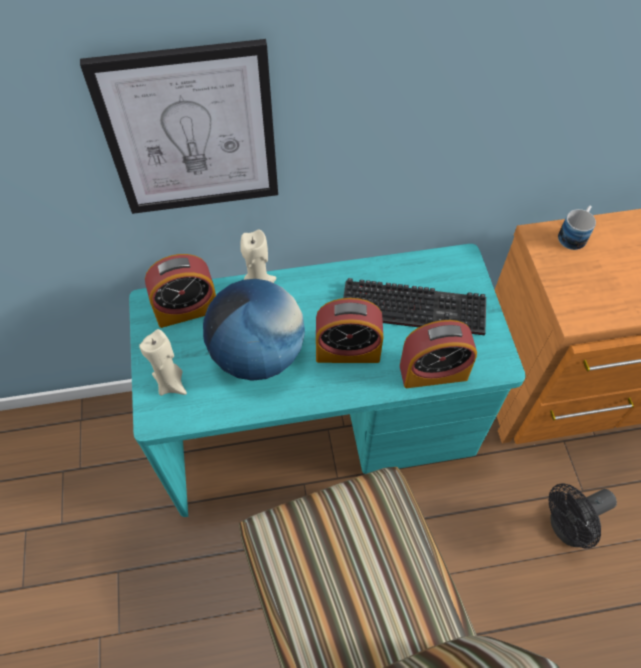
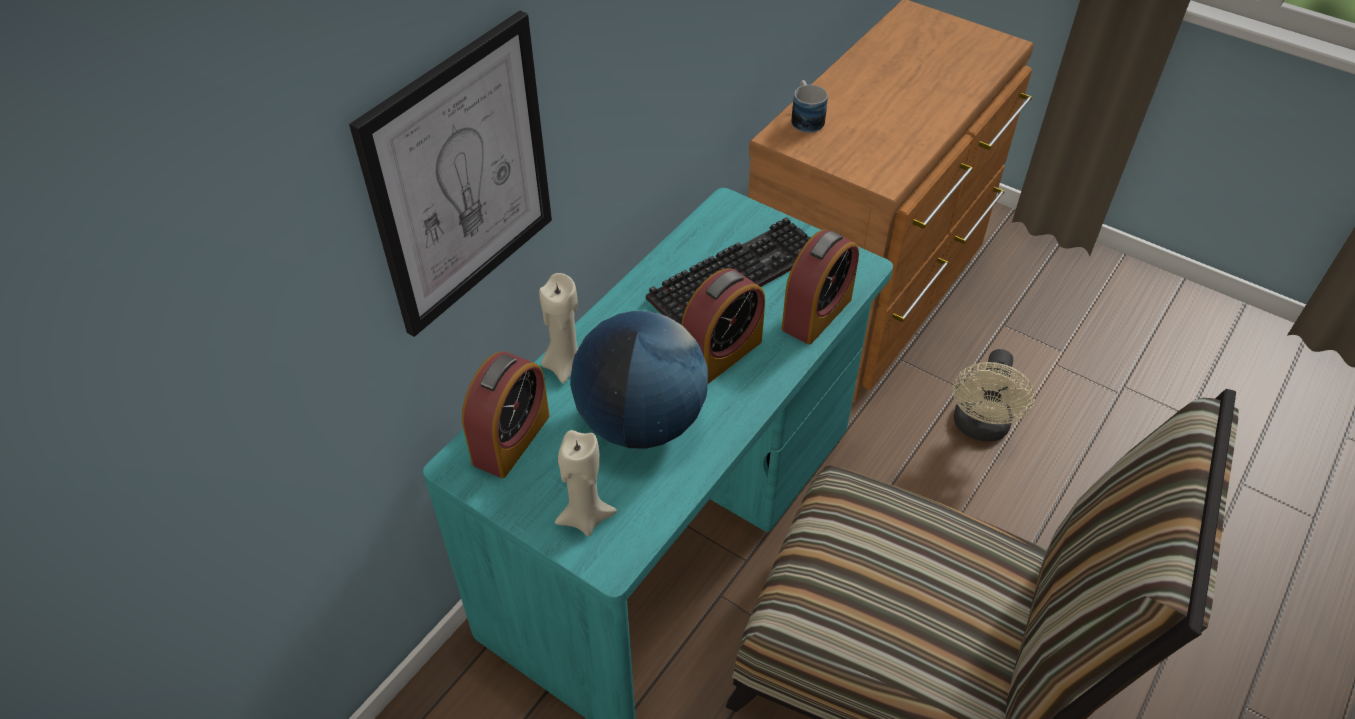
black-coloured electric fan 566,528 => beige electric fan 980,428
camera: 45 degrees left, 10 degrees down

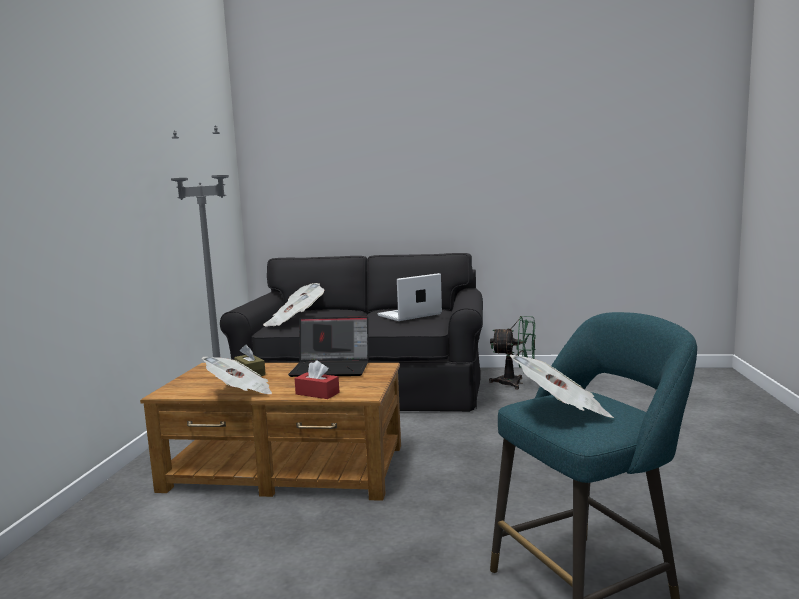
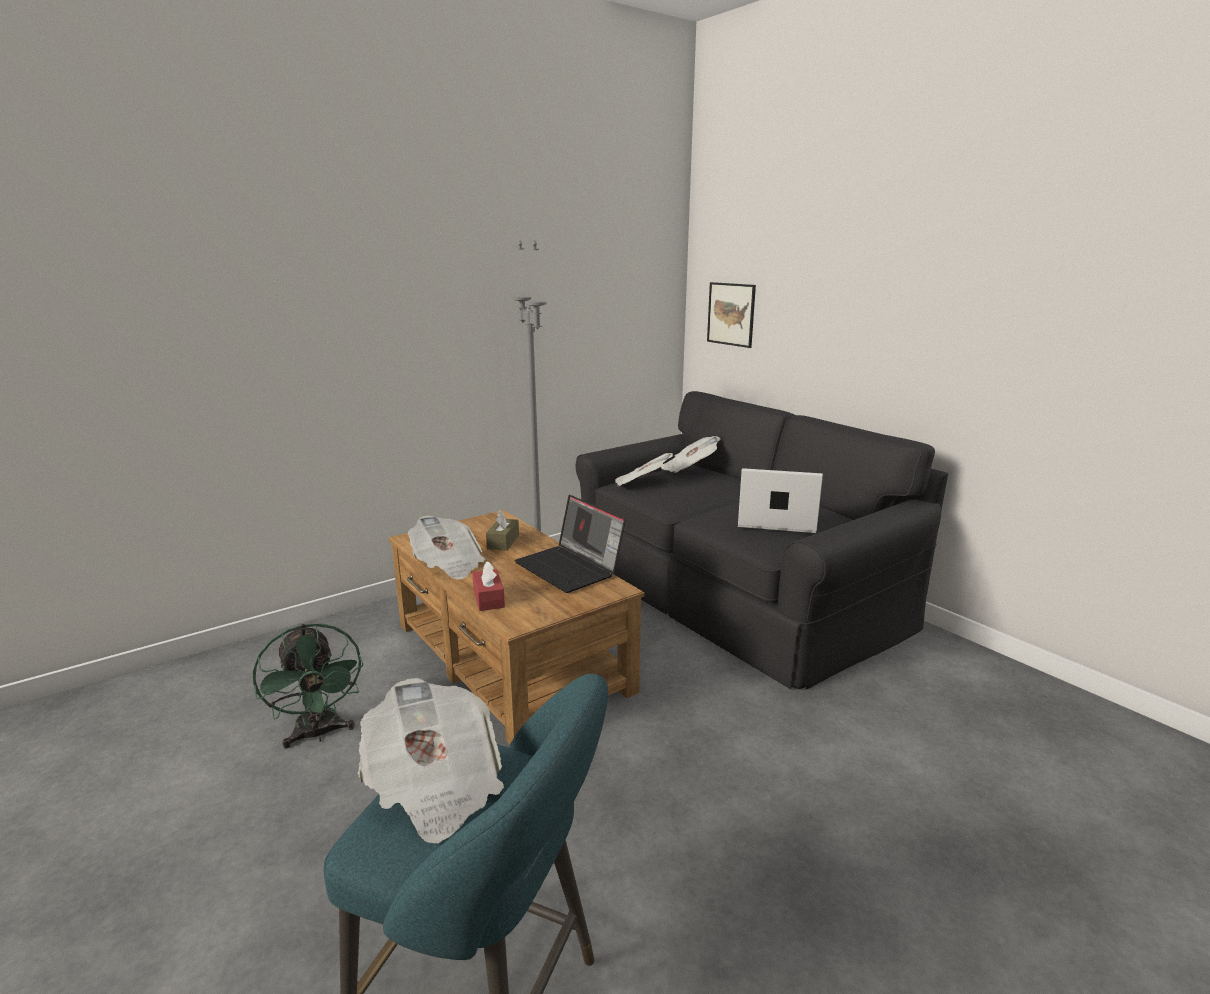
green-coloured electric fan 516,383 => green-coloured electric fan 319,734, shifted
nothing => wall picture 731,314
camera: 45 degrees right, 10 degrees up

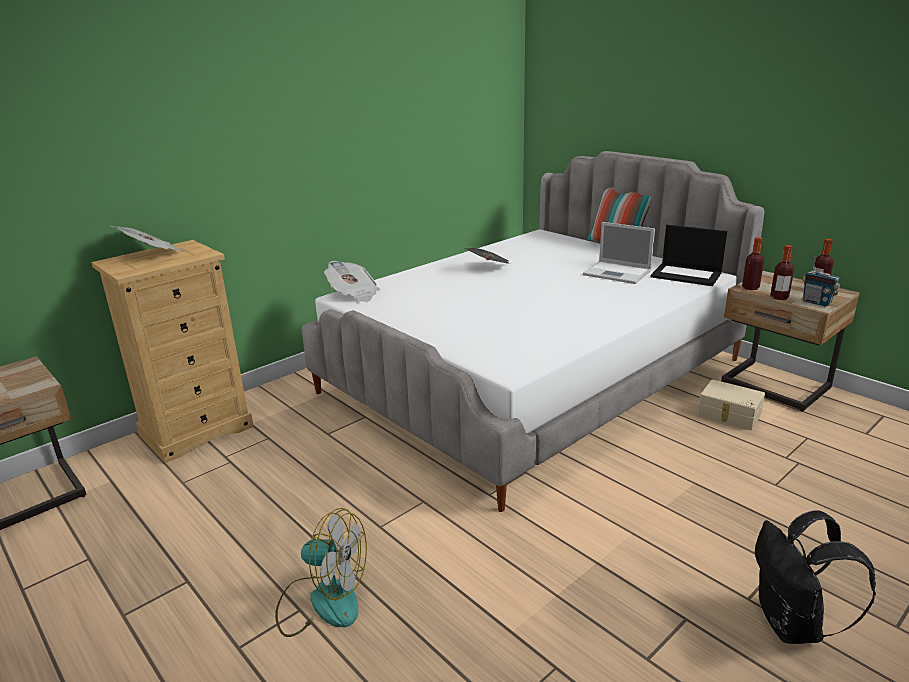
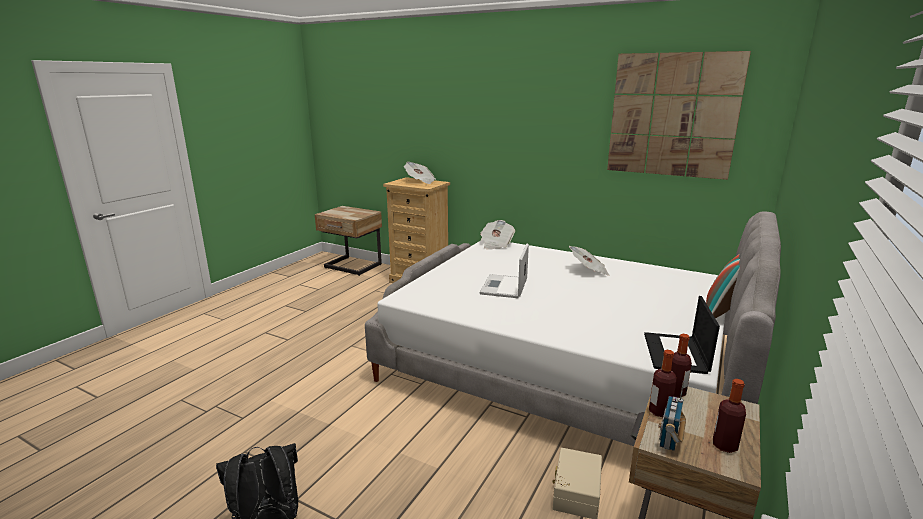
electric fan 322,601 => nothing
portable computer 618,273 => portable computer 504,287, shifted
nothing => wall picture 672,115
camera: 70 degrees right, 5 degrees down

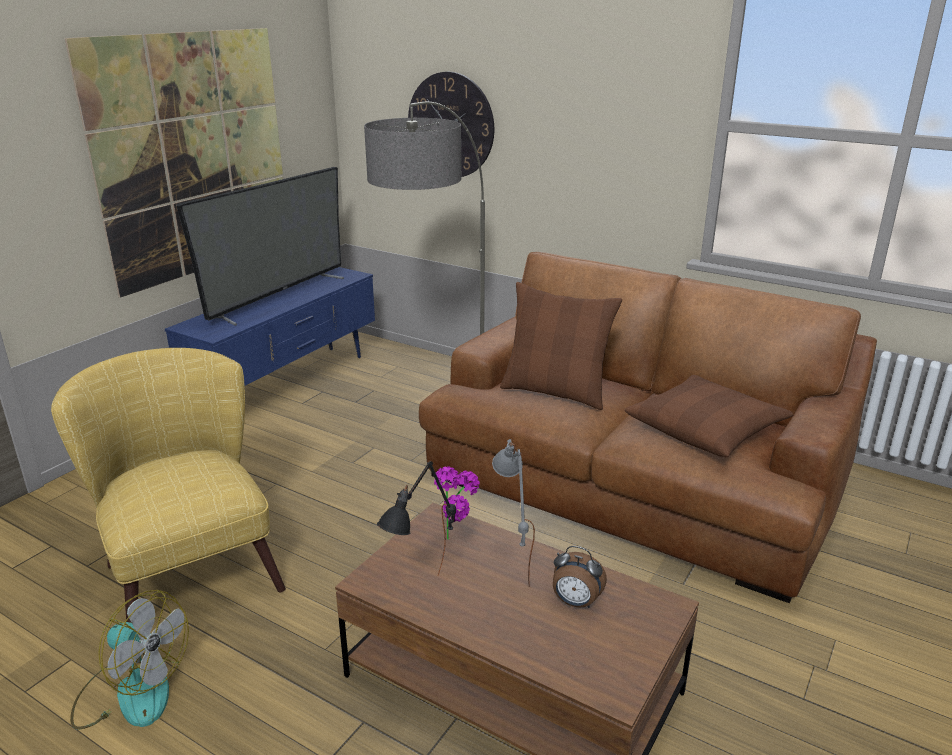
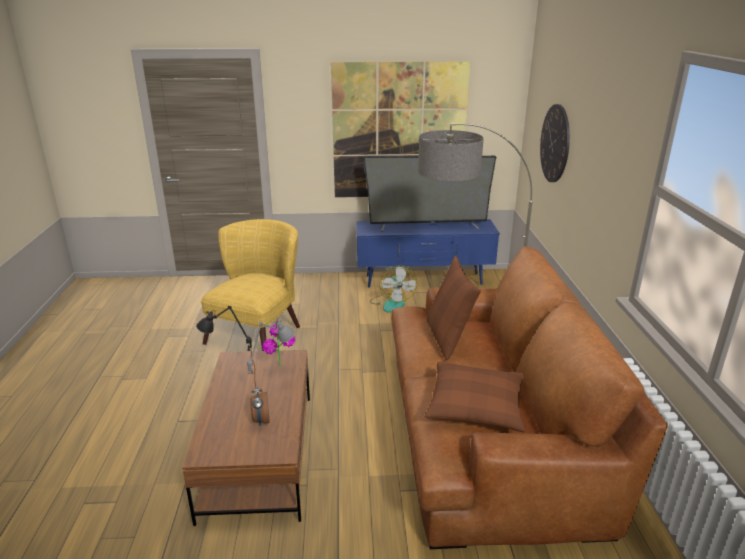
electric fan 132,691 => electric fan 392,303, shifted
camera: 55 degrees right, 0 degrees up

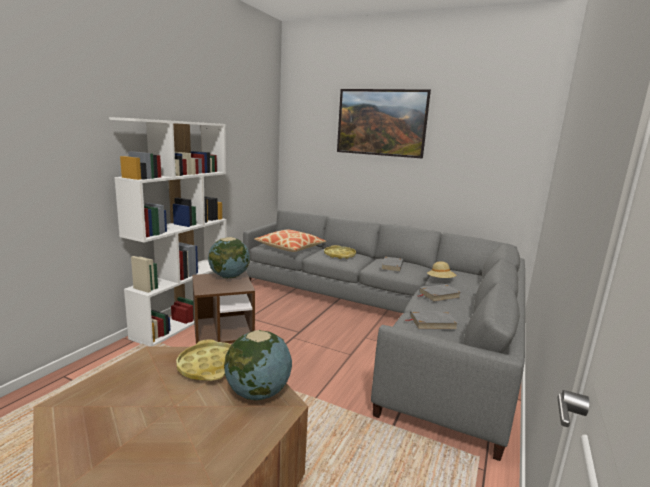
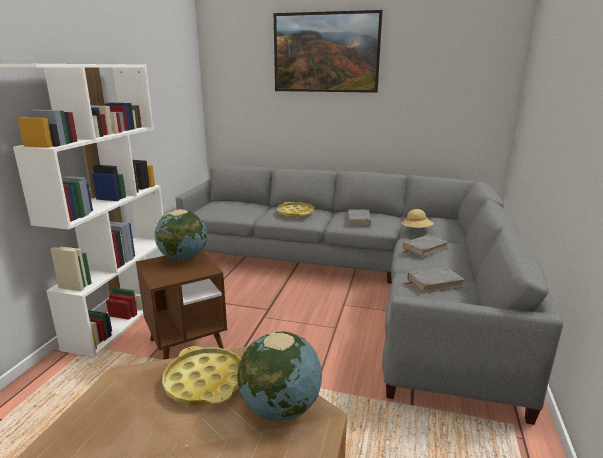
pillow 290,247 => nothing
camera: 10 degrees left, 5 degrees up

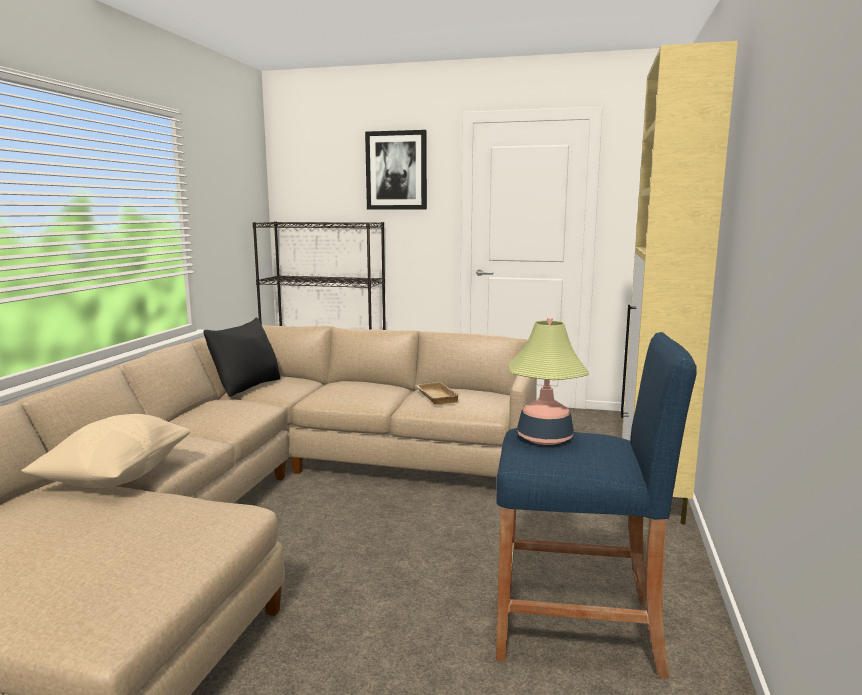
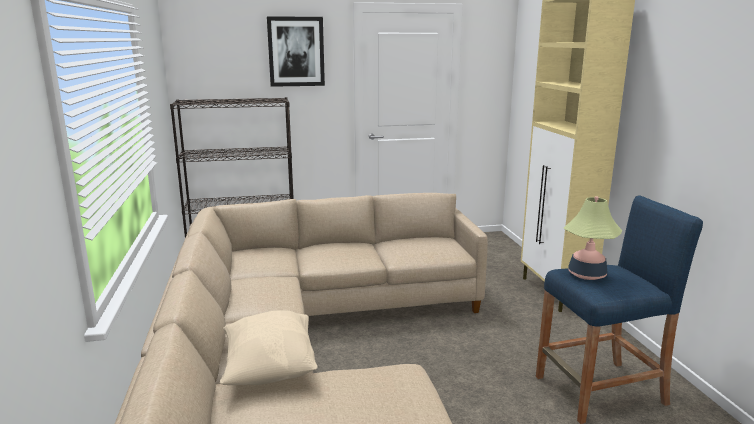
black-coloured pillow 247,386 => nothing
beige carrying tray 435,396 => nothing
camera: 25 degrees left, 5 degrees up

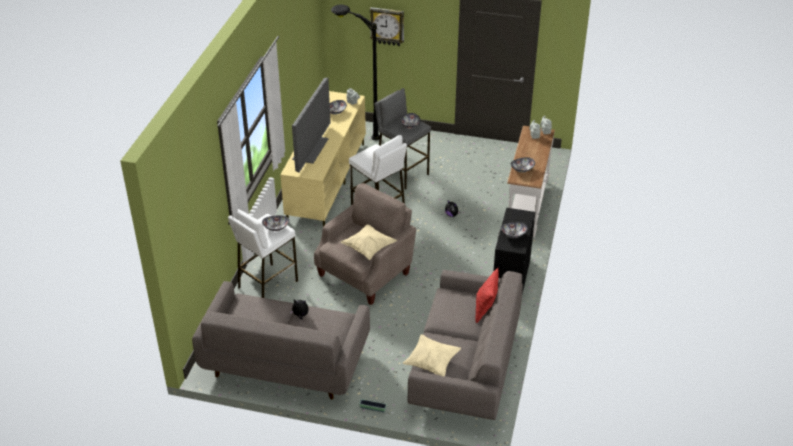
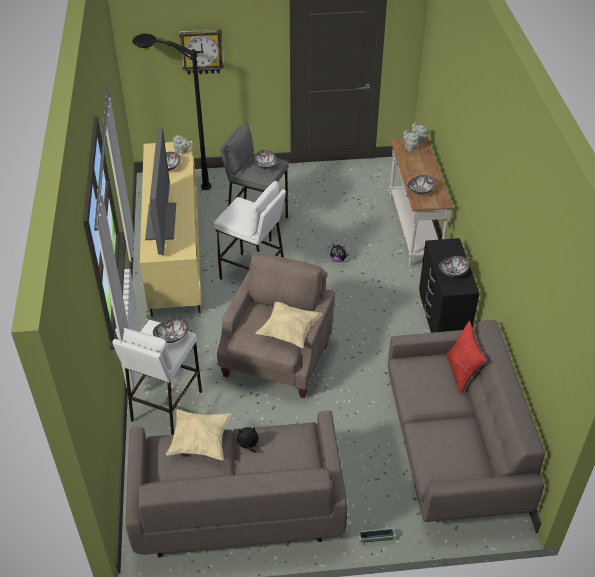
beige pillow 431,363 => beige pillow 200,442, shifted
camera: 20 degrees left, 5 degrees up

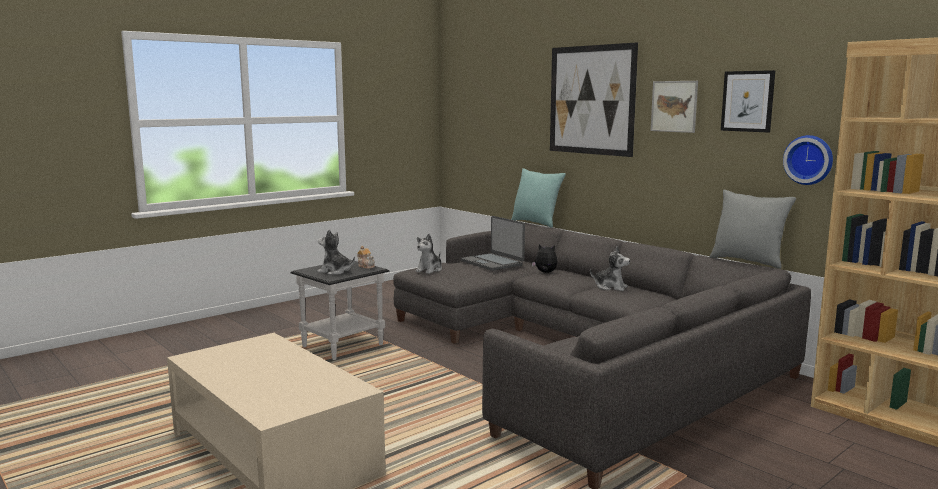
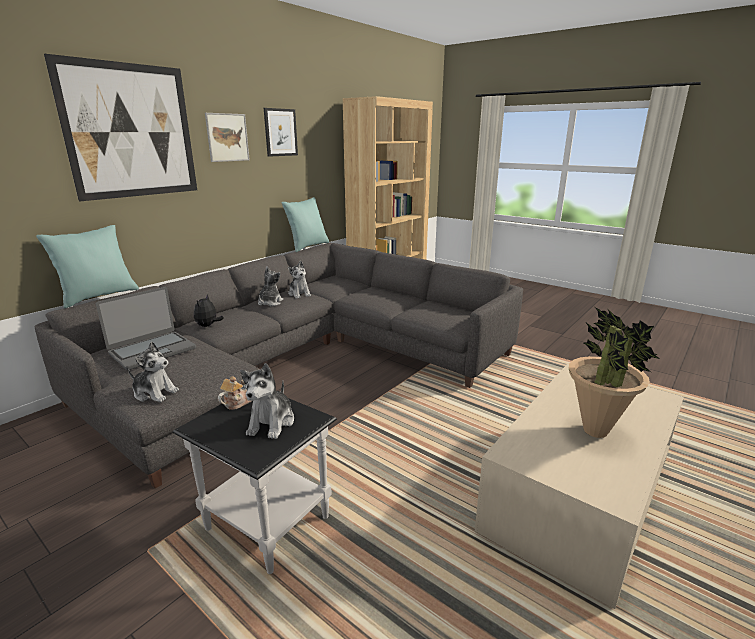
grey pillow 748,261 => turquoise-coloured pillow 307,246
hanging clock 809,159 => nothing
nothing => soft toy 299,294
nothing => houseplant 596,431
camera: 100 degrees left, 10 degrees up

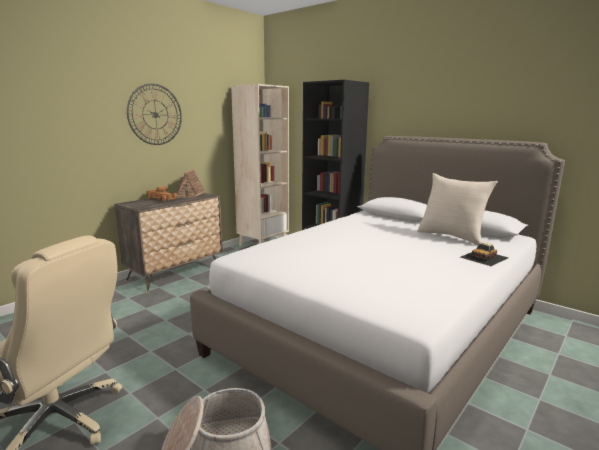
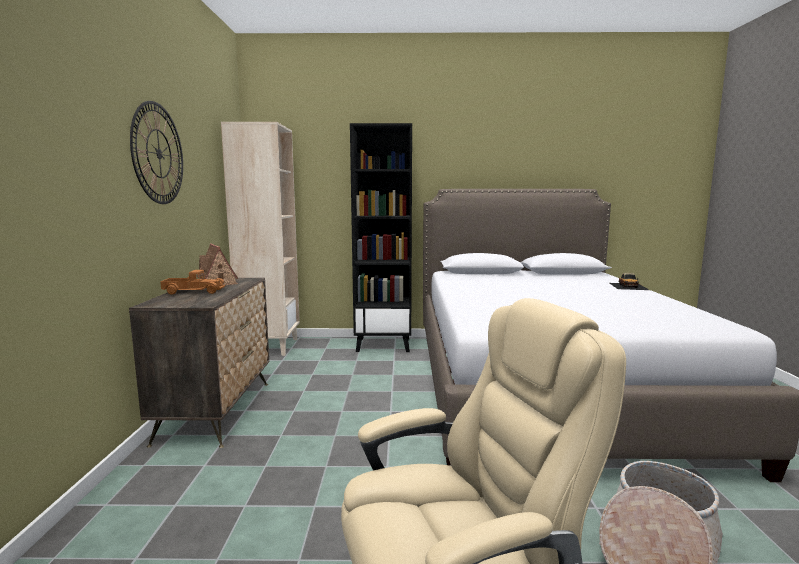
beige pillow 451,236 => nothing
camera: 40 degrees left, 5 degrees down

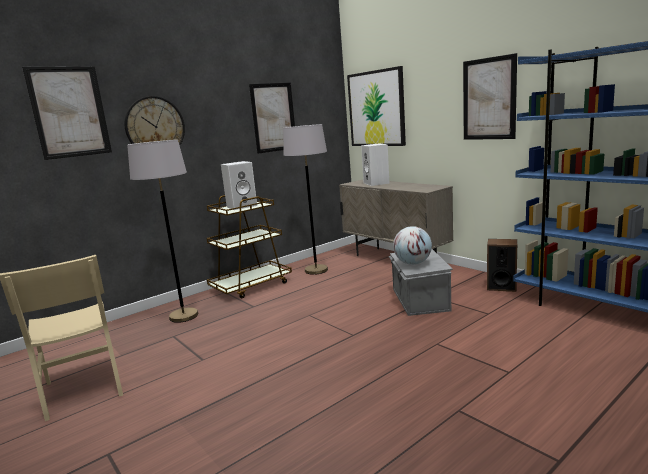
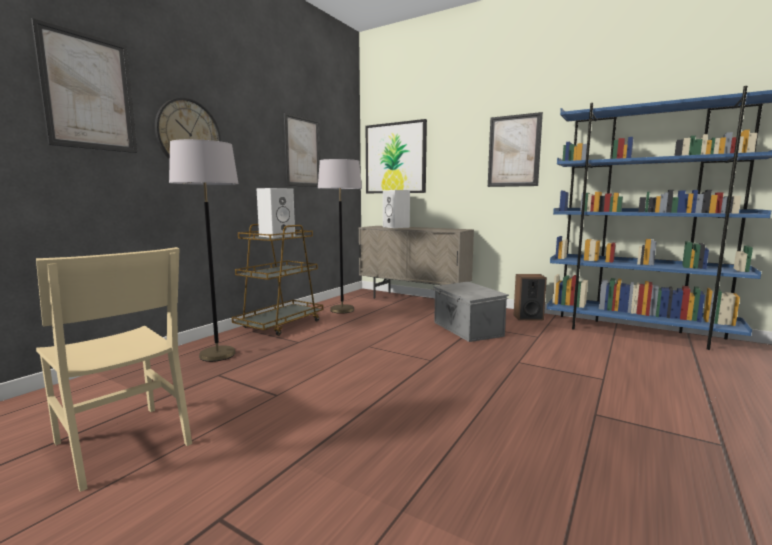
globe 412,263 => nothing
camera: 20 degrees left, 5 degrees down

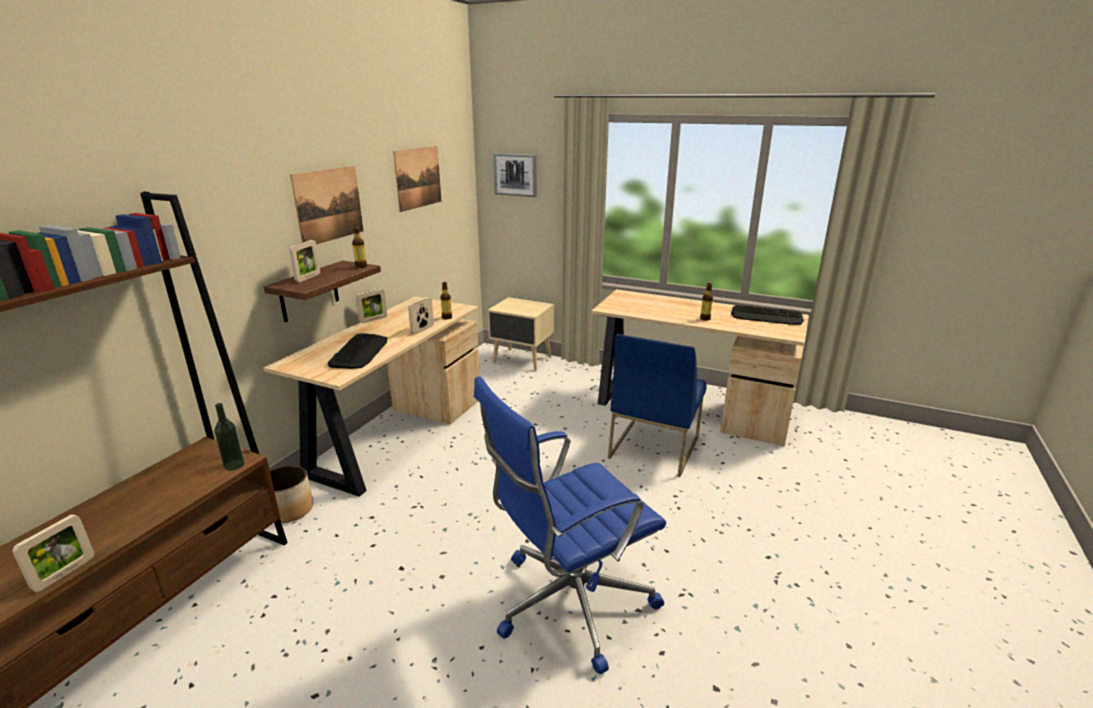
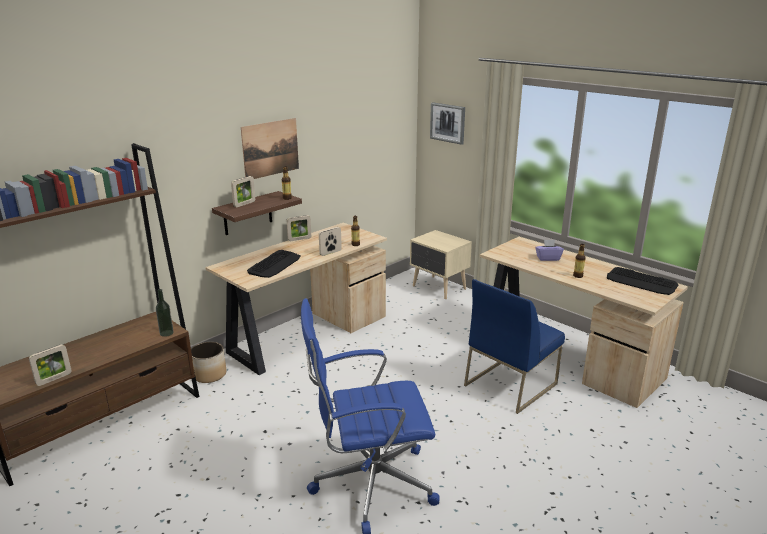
wall picture 418,178 => nothing
nothing => purplish box of tissues 548,258
camera: 20 degrees right, 0 degrees up

